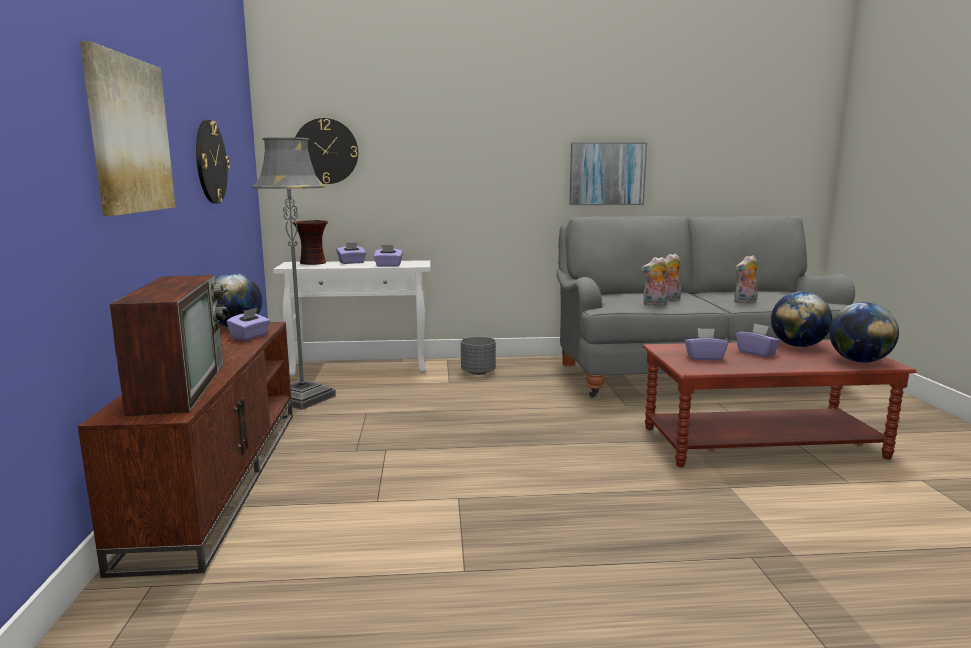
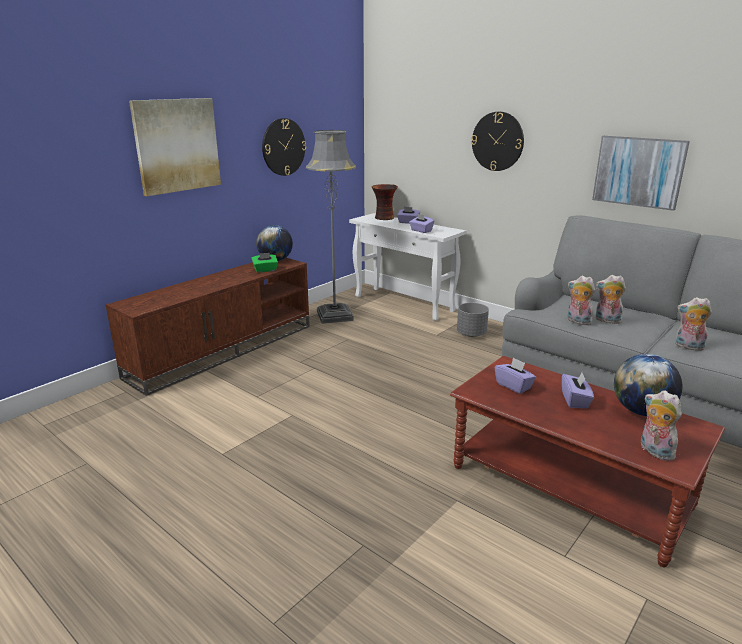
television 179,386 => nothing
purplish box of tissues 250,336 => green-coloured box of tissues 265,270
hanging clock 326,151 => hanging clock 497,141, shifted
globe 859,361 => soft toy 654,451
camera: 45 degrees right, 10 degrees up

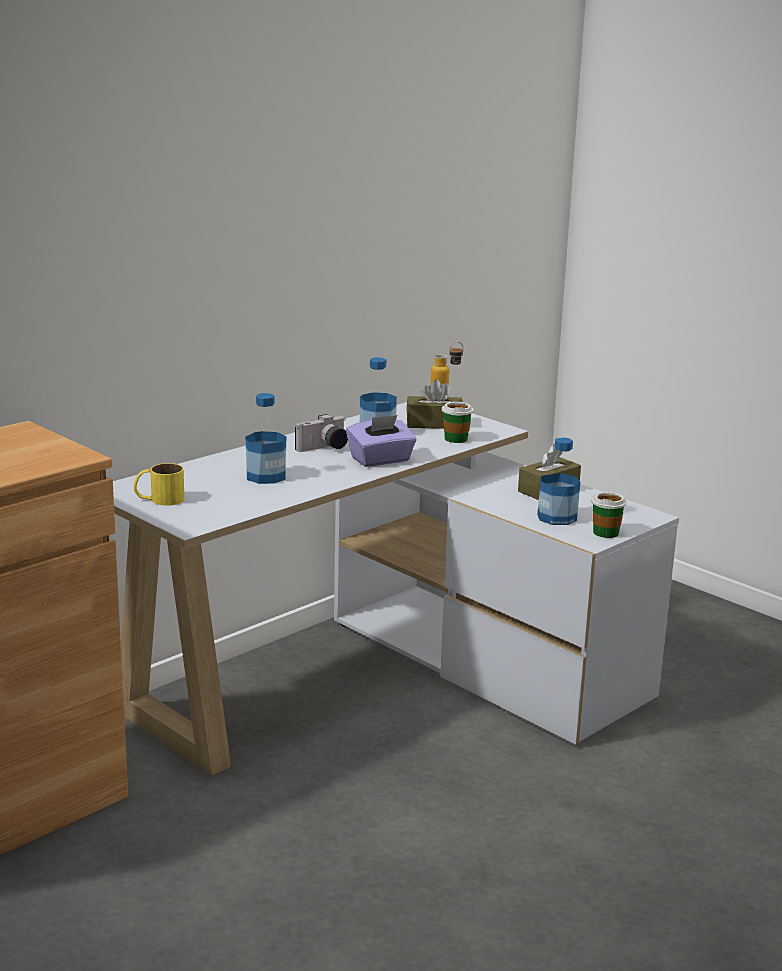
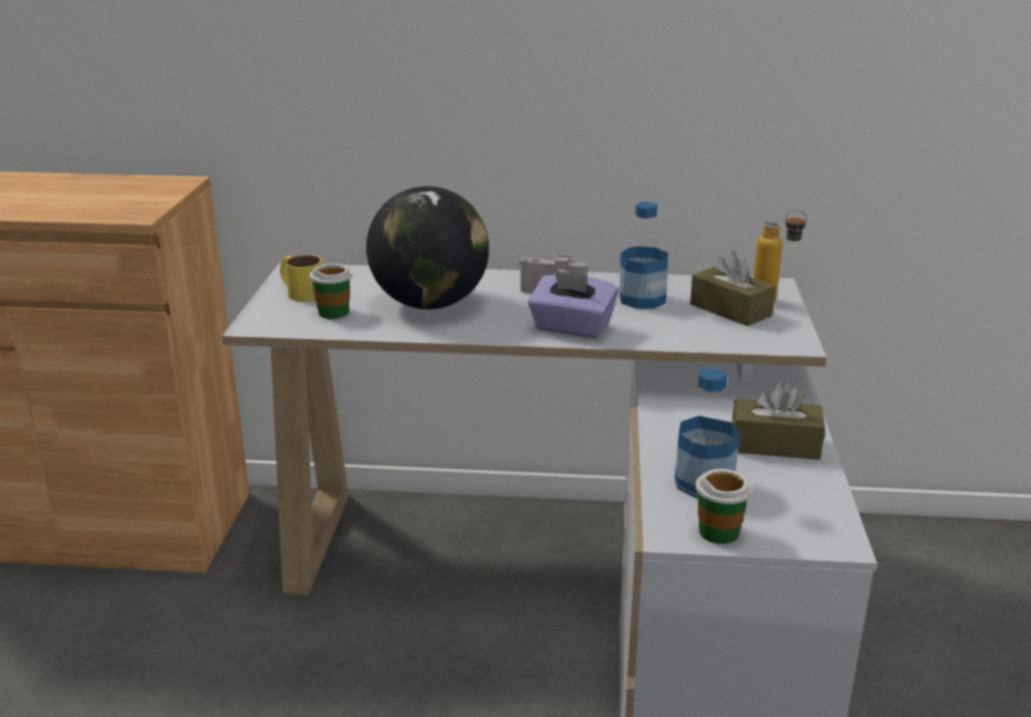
drink bottle 266,476 => globe 430,304
small cup 456,439 => small cup 334,312, shifted
camera: 50 degrees right, 5 degrees up

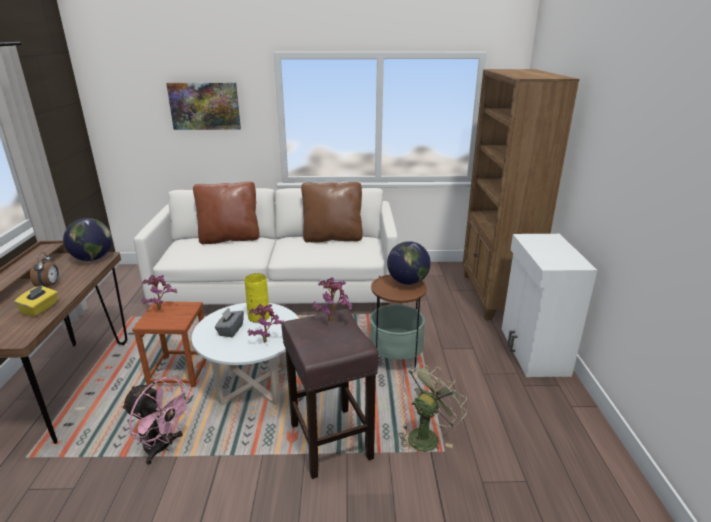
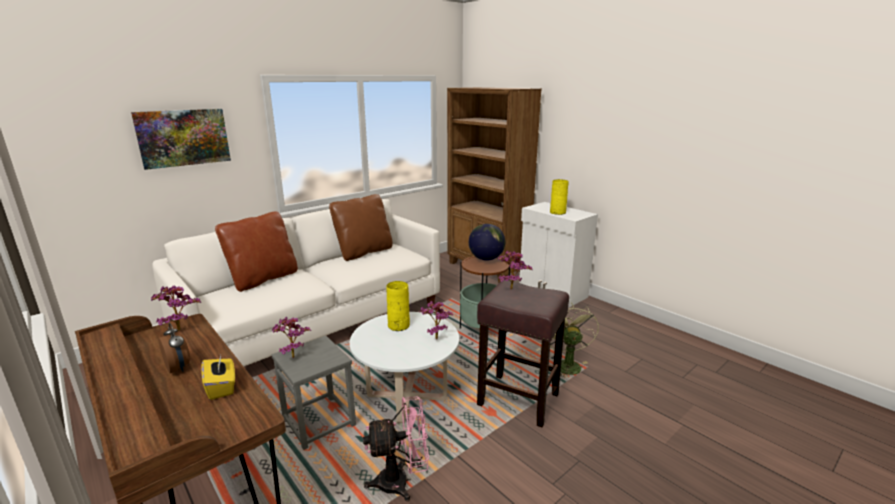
globe 93,259 => houseplant 178,328
brown sitting stool 180,371 => grey sitting stool 319,421
grey box of tissues 230,330 => nothing
nothing => yellowish vase 558,212
camera: 40 degrees left, 5 degrees down

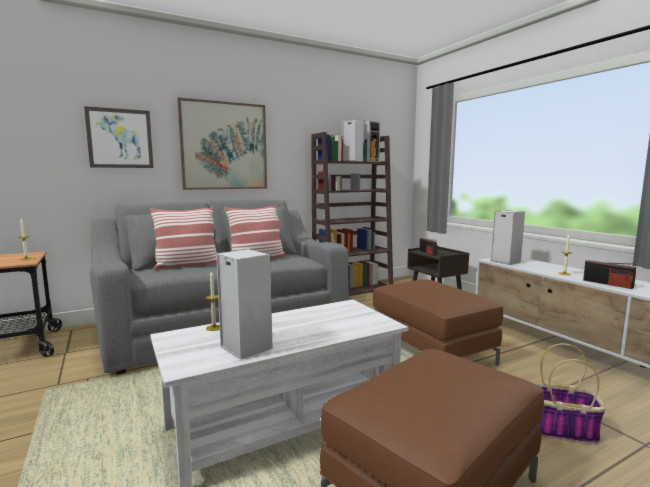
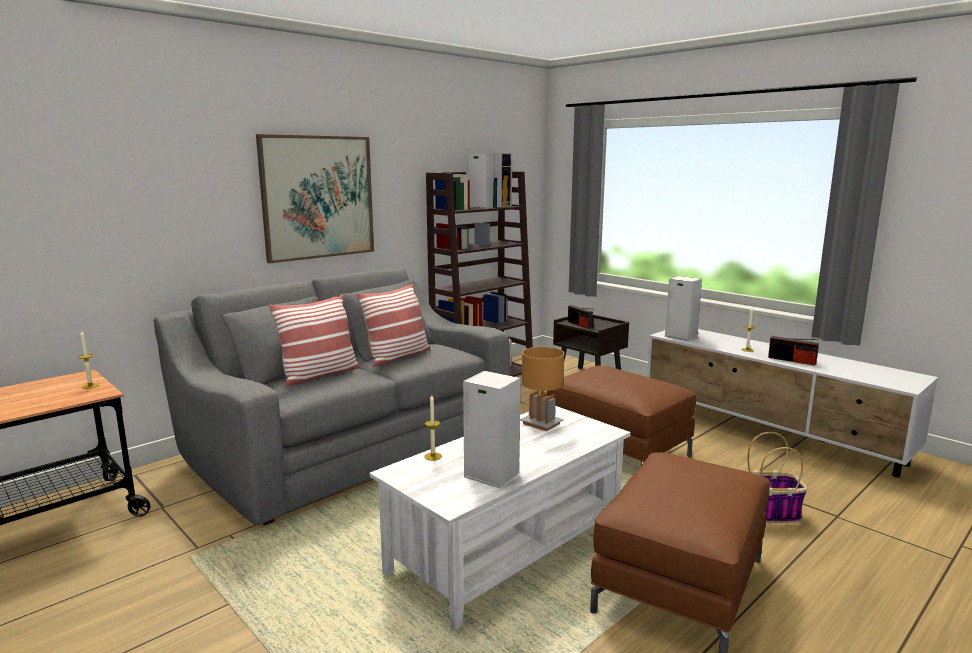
wall picture 120,138 => nothing
nothing => brown tabletop lamp 541,424
camera: 15 degrees left, 5 degrees up

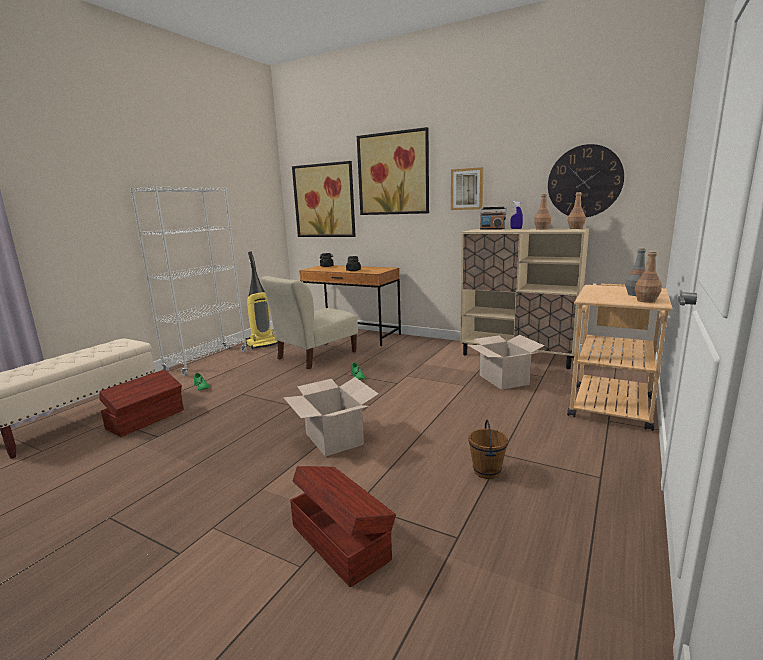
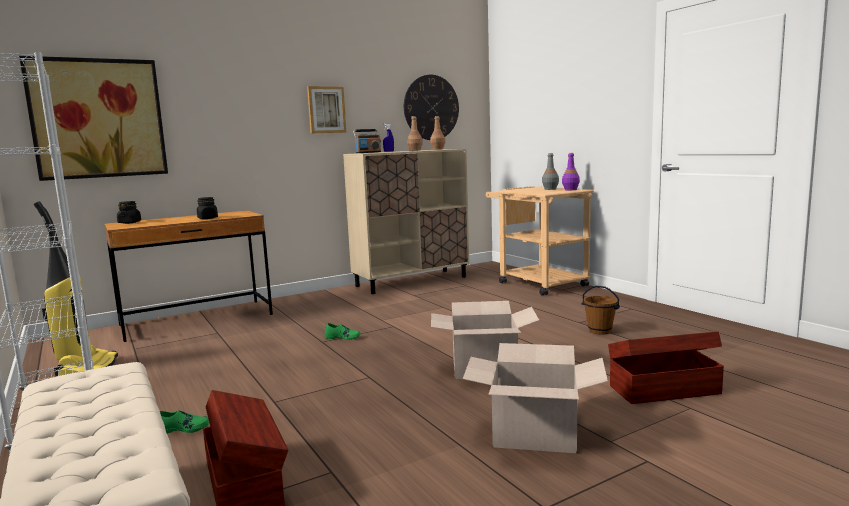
beige plain chair 314,356 => nothing
wall picture 393,174 => nothing
cardboard box 504,379 => cardboard box 535,434, shifted
brown drink bottle 646,300 => purplish drink bottle 570,189
camera: 60 degrees left, 5 degrees down

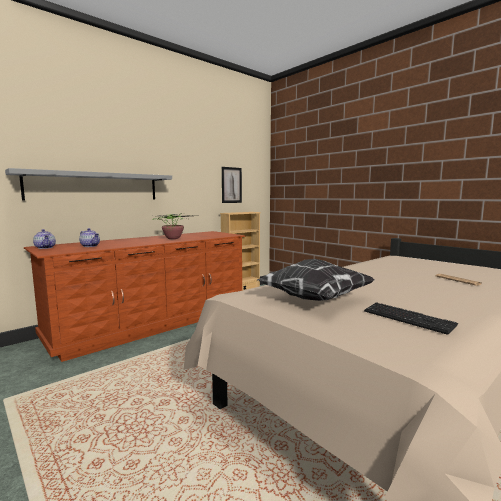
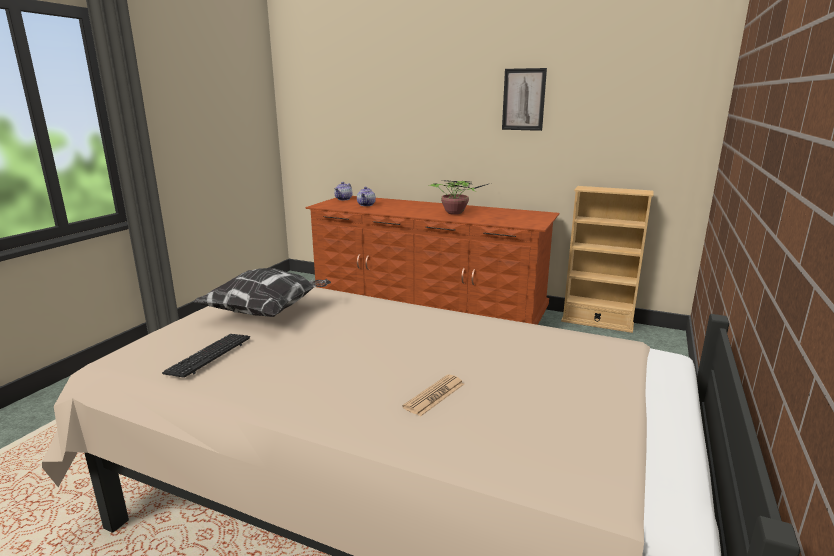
grey shelf 95,186 => nothing
wall picture 231,185 => wall picture 523,99, shifted
camera: 65 degrees right, 10 degrees up

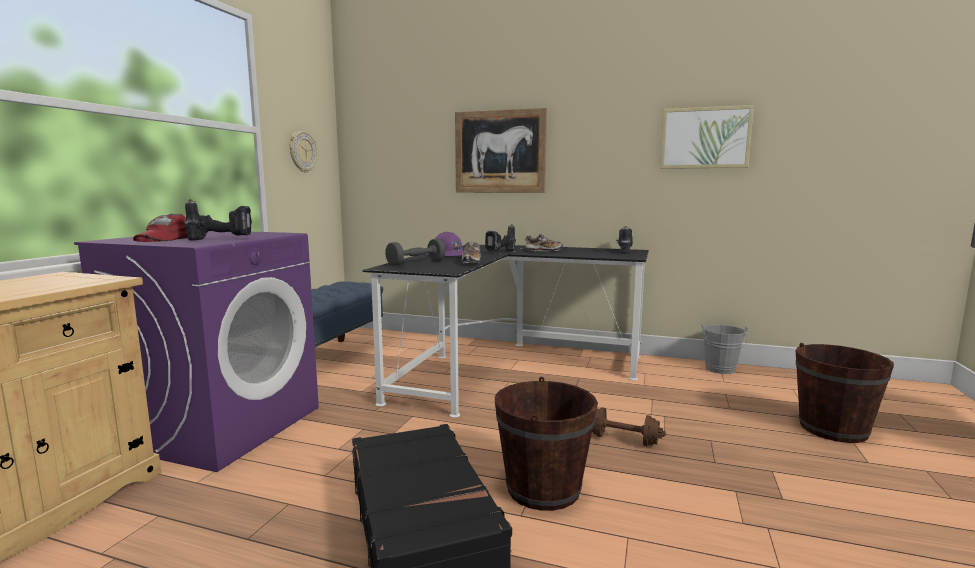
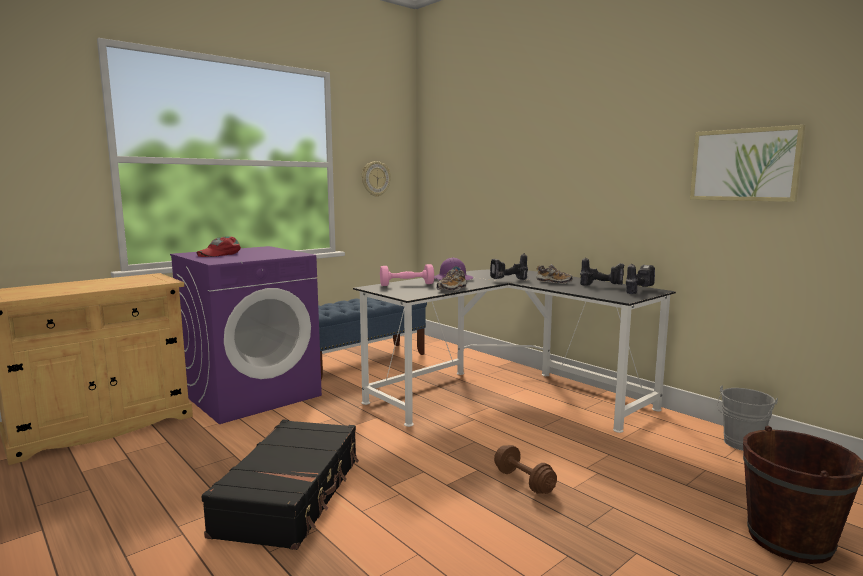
electric drill 223,239 => electric drill 603,285, shifted
grey free weight 416,263 => pink free weight 407,285
wall picture 500,152 => nothing
brown bucket 543,488 => nothing
camera: 30 degrees right, 0 degrees up

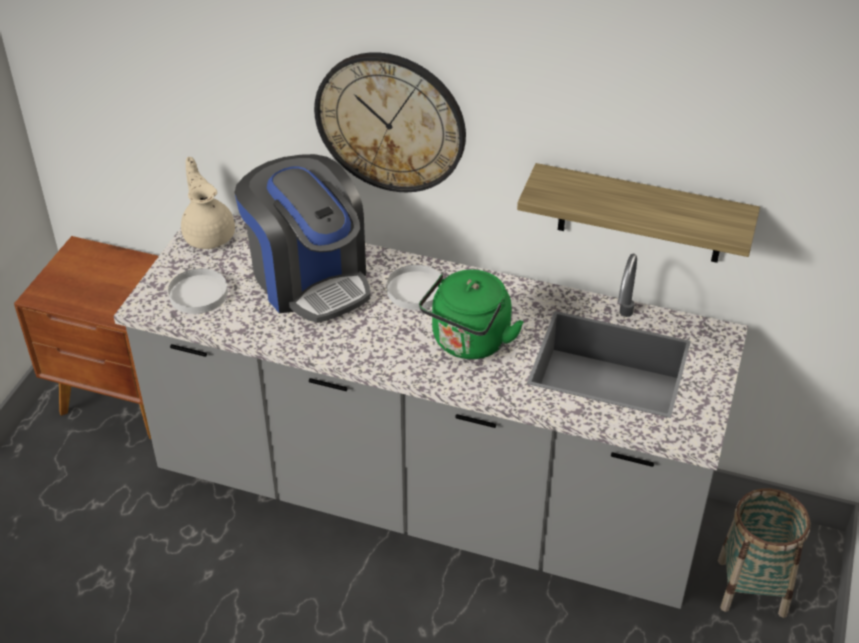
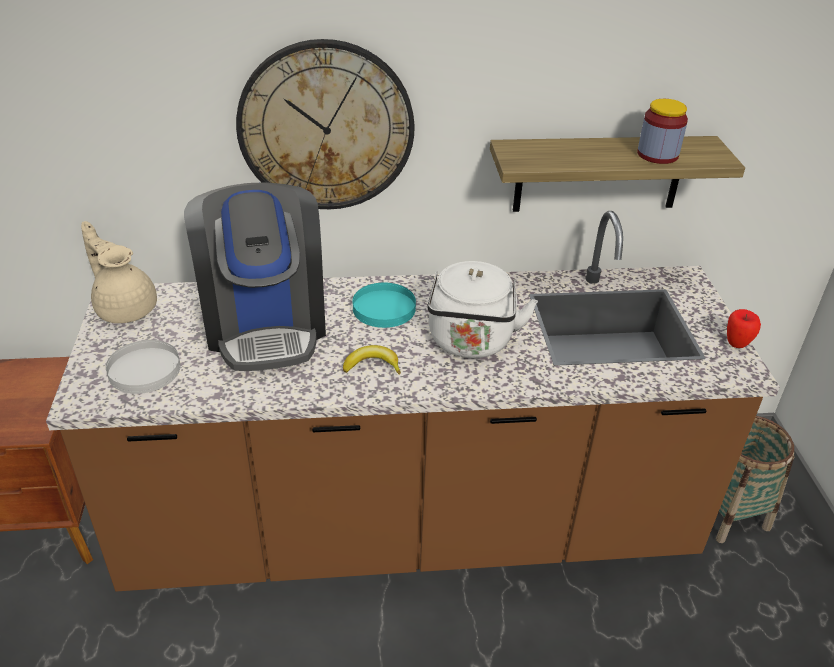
grey kitchen base unit 429,499 => brown kitchen base unit 410,529
coffee maker 310,278 => coffee maker 265,324, 45 degrees clockwise
white-coloured plate 415,290 => turquoise-coloured plate 383,308
green-coloured kettle 469,343 => white-coloured kettle 471,343
nothing => banana 372,365
nothing => jar 657,155
nothing => whole apple 737,344
camera: 25 degrees left, 5 degrees down

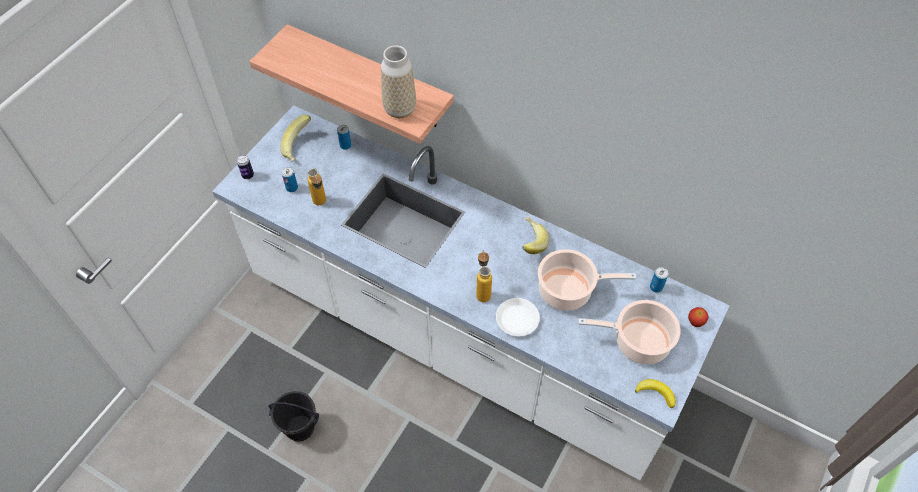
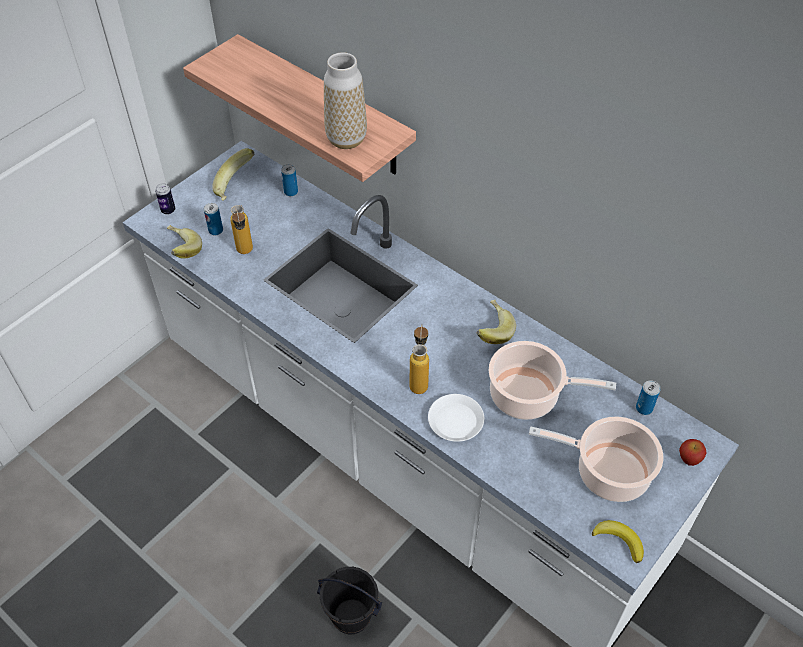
black-coloured bucket 300,427 => black-coloured bucket 351,615, shifted
nothing => banana 181,252
camera: 10 degrees right, 5 degrees down

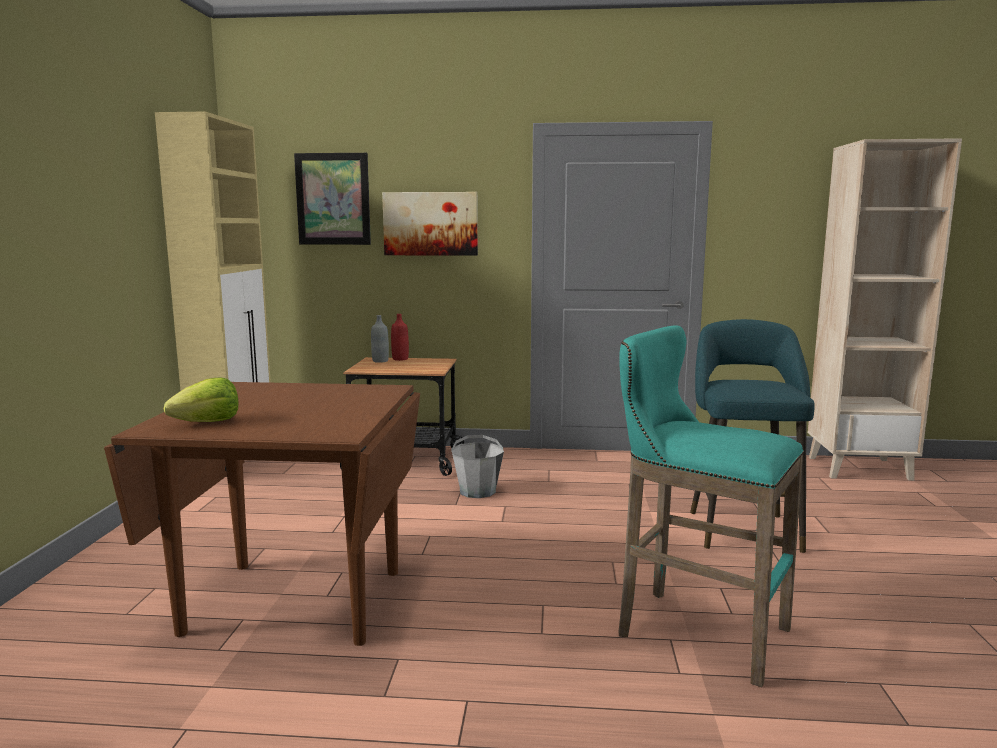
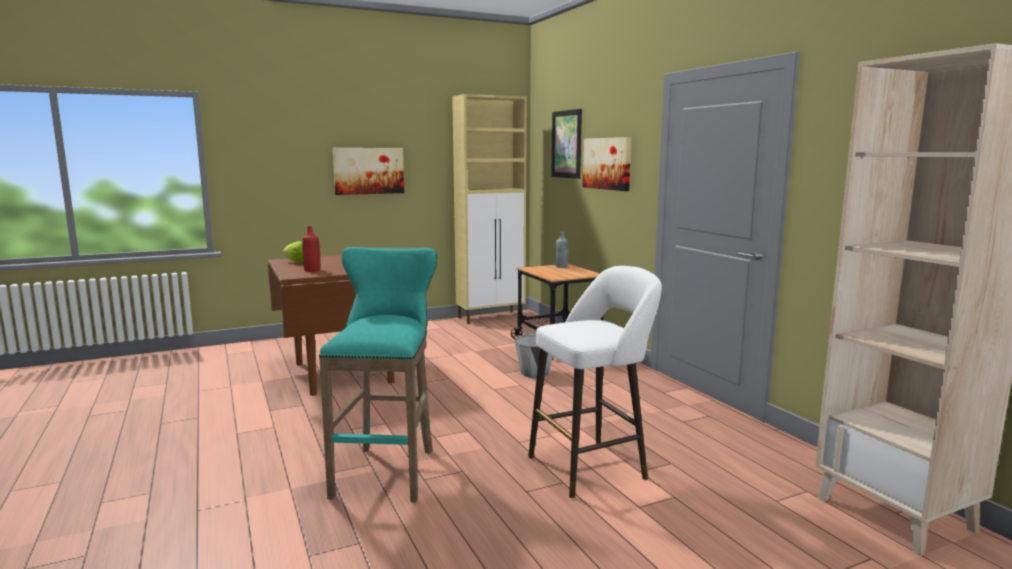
reddish drink bottle 400,359 => reddish drink bottle 312,270, shifted
turquoise-coloured sitting stool 742,528 => white-coloured sitting stool 592,466
nothing => wall picture 368,171
camera: 60 degrees right, 0 degrees up

